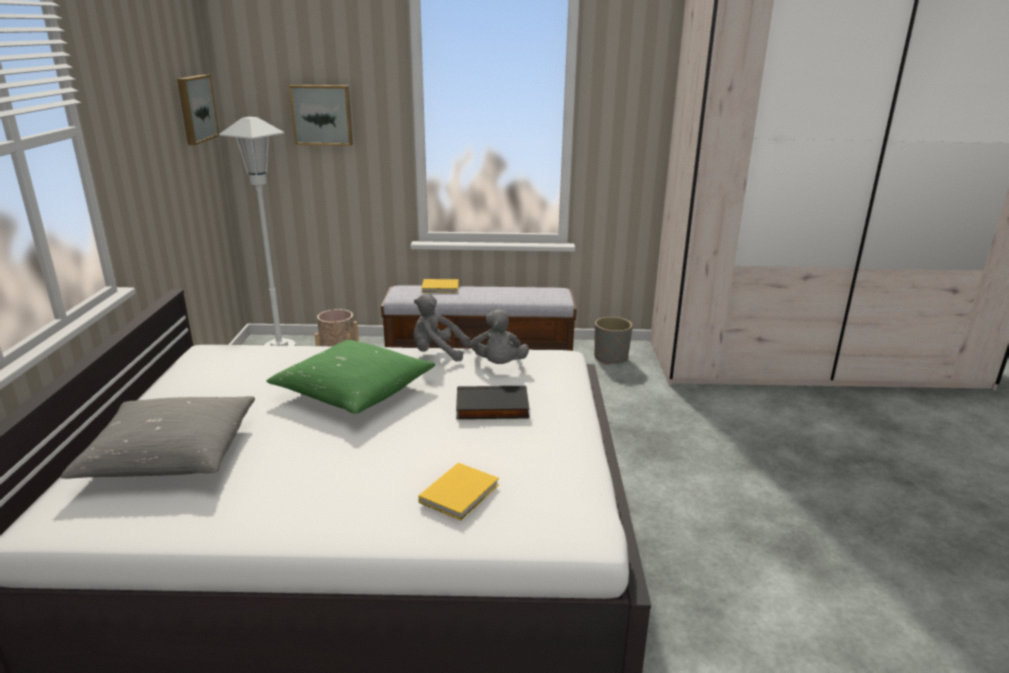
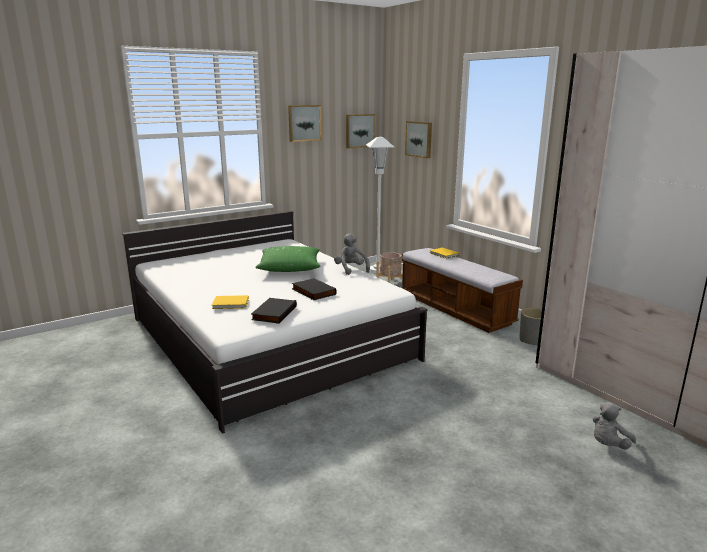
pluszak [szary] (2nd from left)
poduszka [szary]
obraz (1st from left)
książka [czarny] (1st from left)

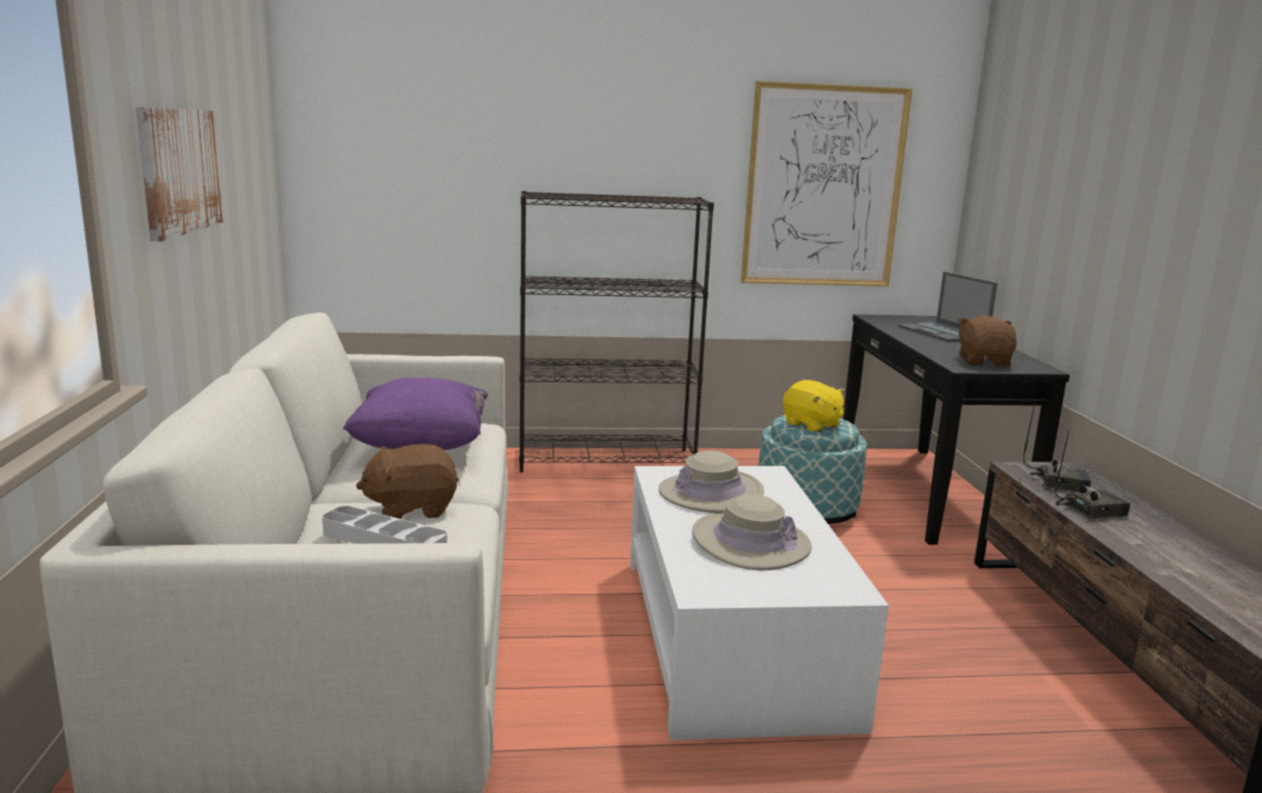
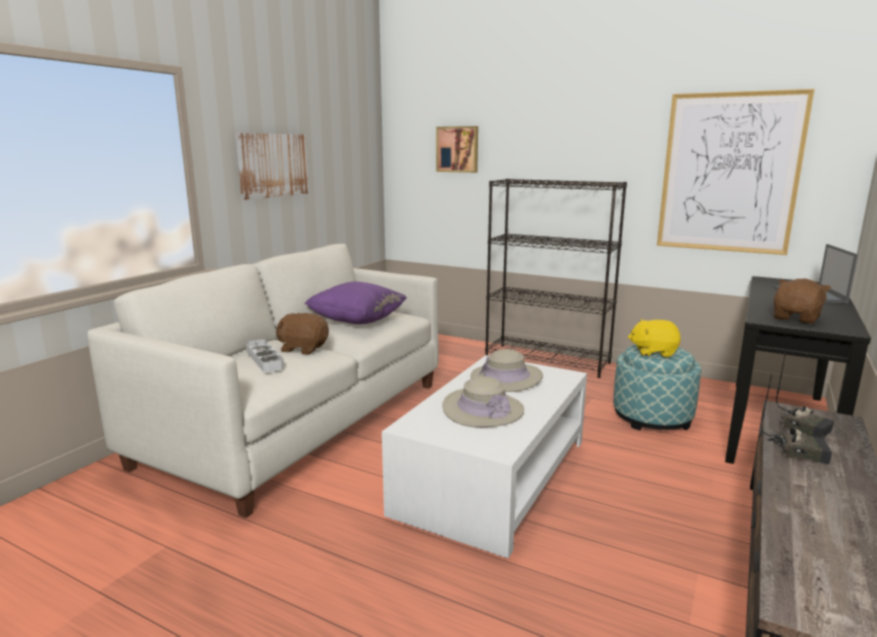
pluszak [żółty]
obraz (2nd from left)

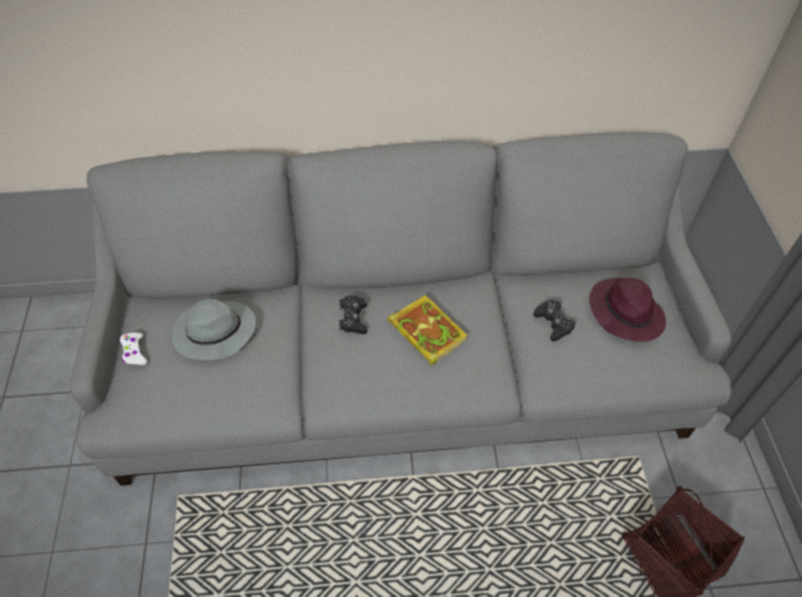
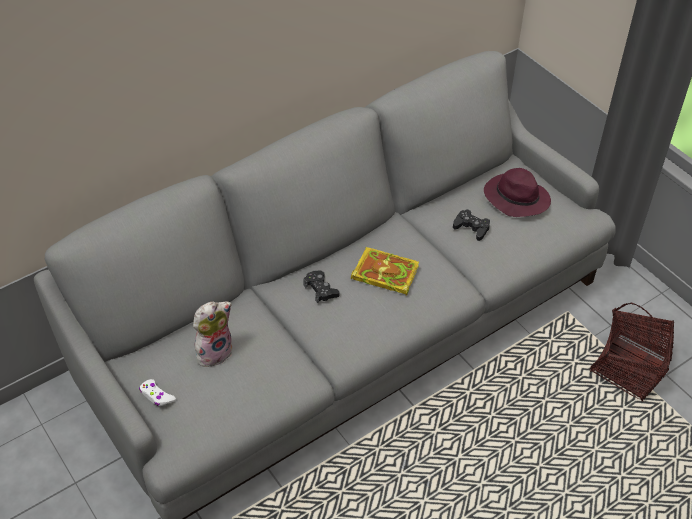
pluszak

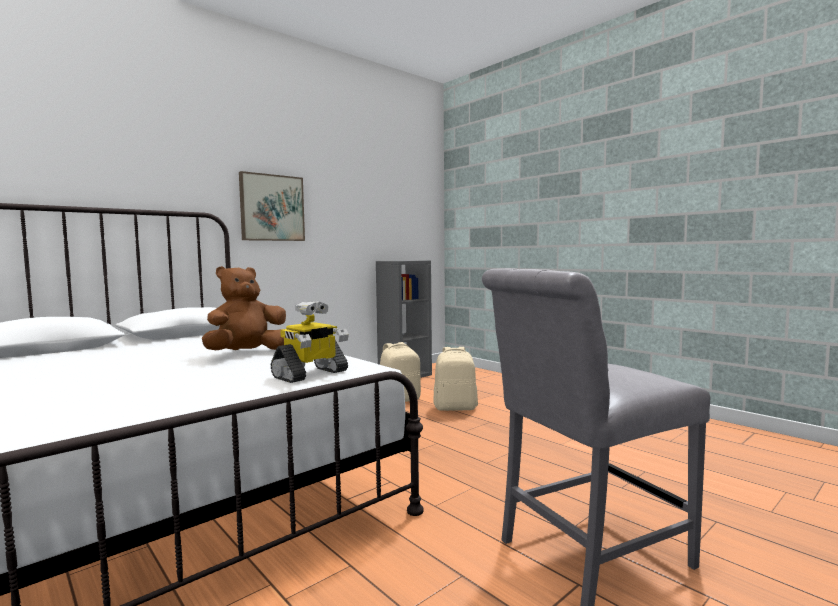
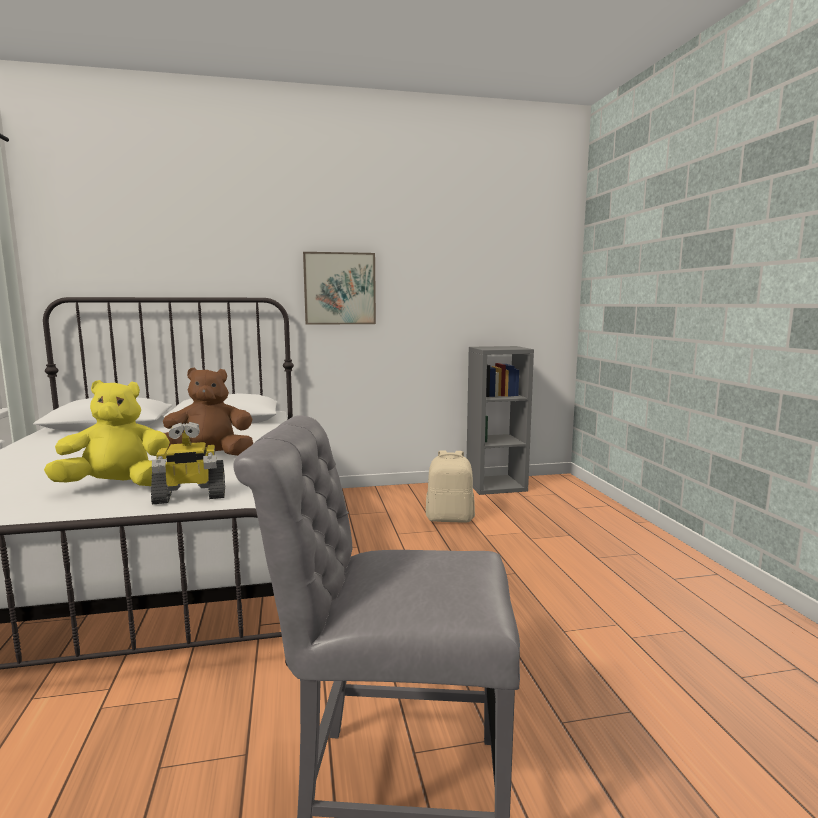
plecak [beżowy] (2nd from left in the first image)
pluszak [żółty]

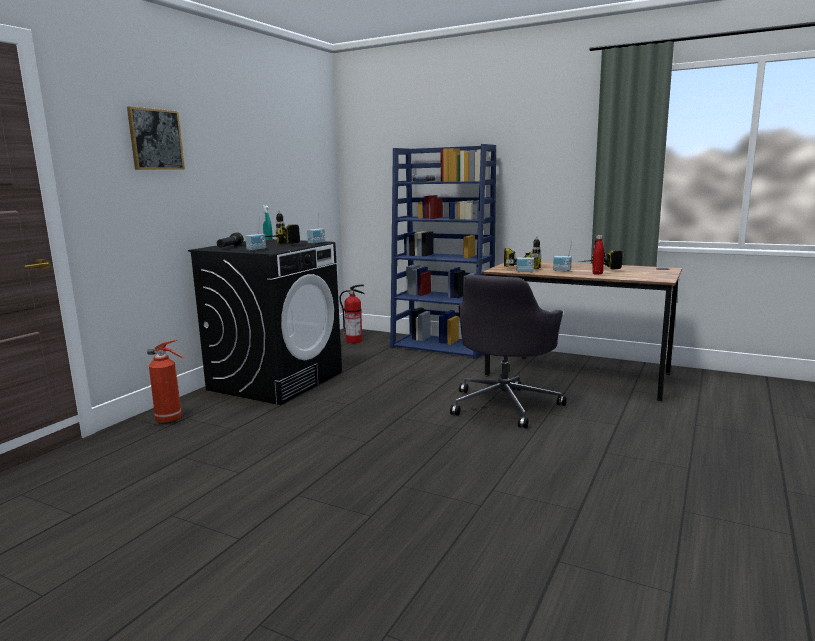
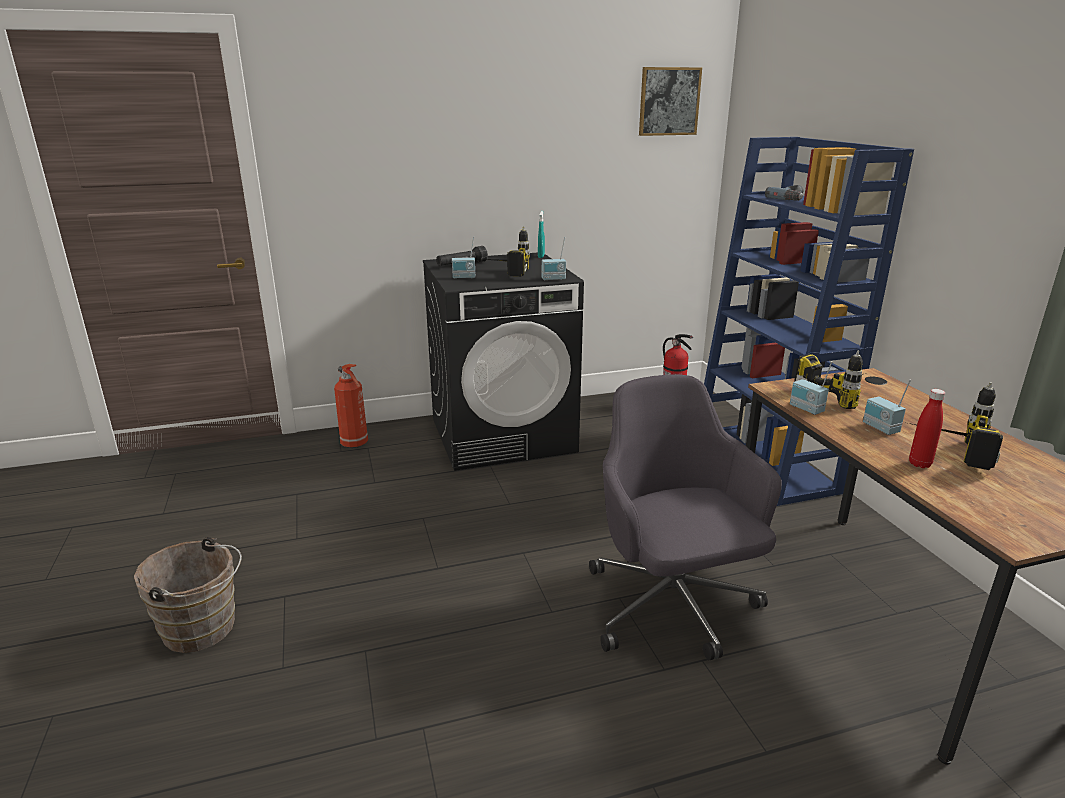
obraz
krzesło biurowe [szary]
wiadro [brązowy]

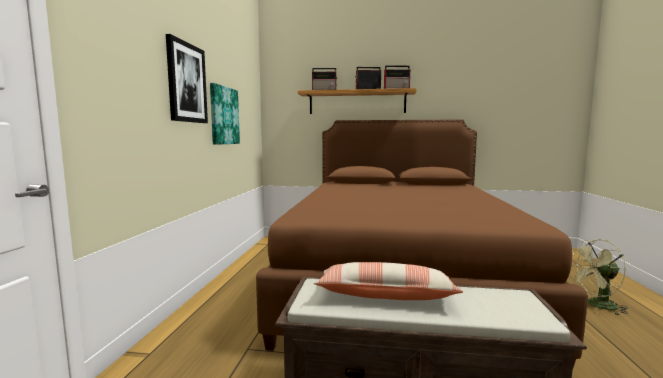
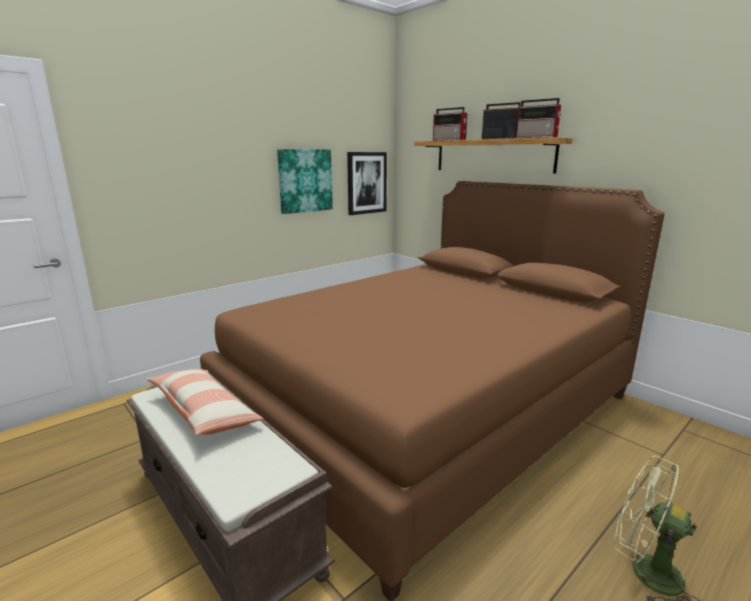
obraz (2nd from left)

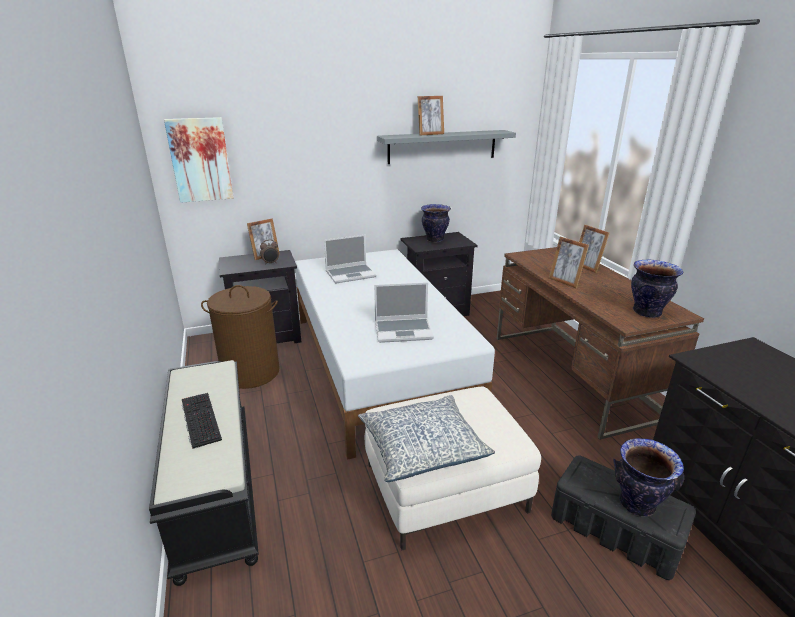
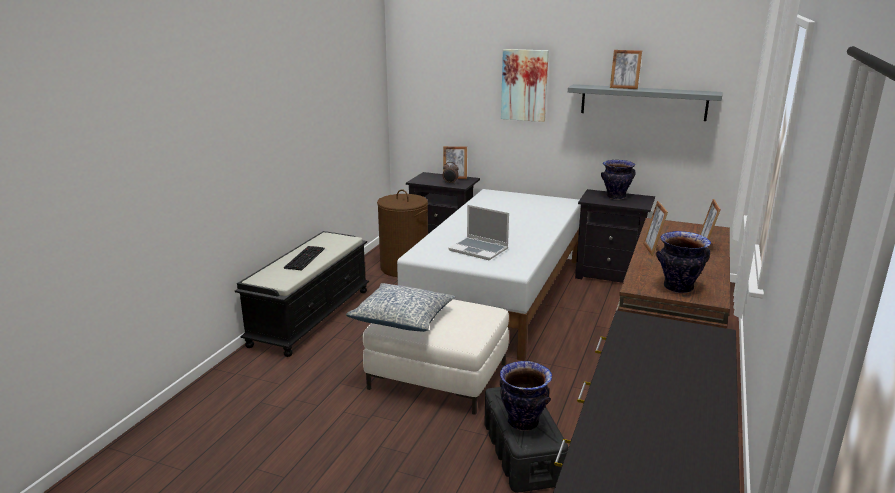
obraz
laptop (1st from left in the first image)

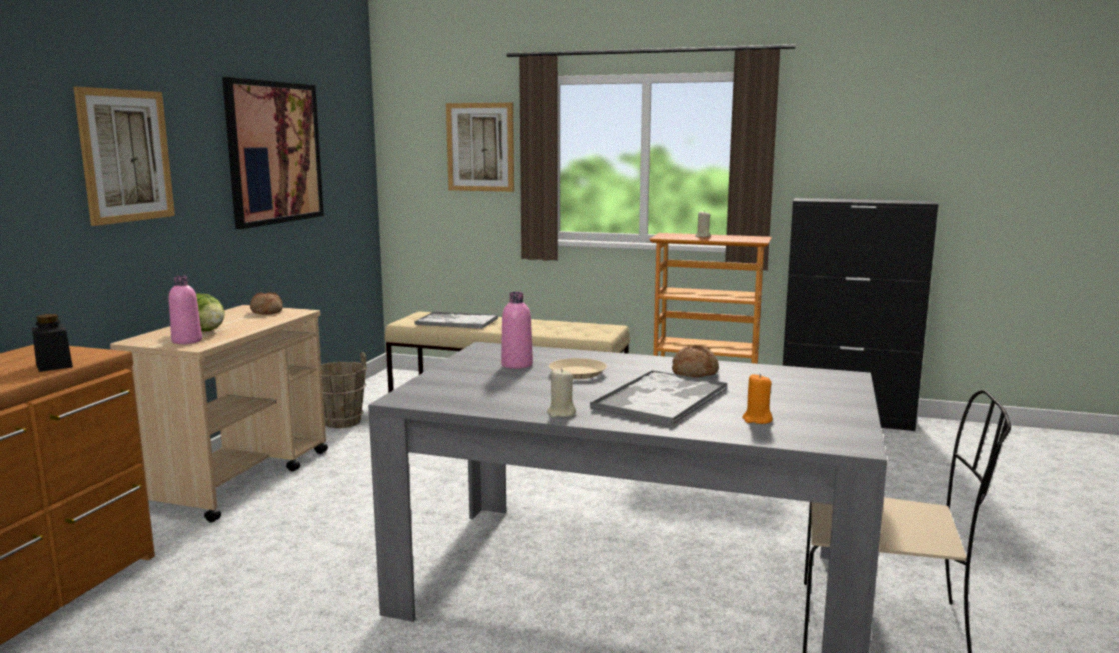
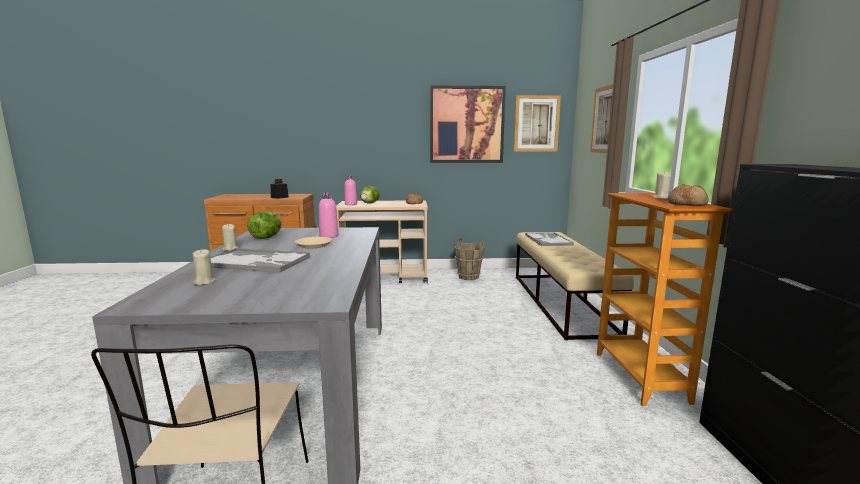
obraz (2nd from left)
chleb (2nd from left)
świeca [beżowy] (1st from left)
sałata (1st from left)

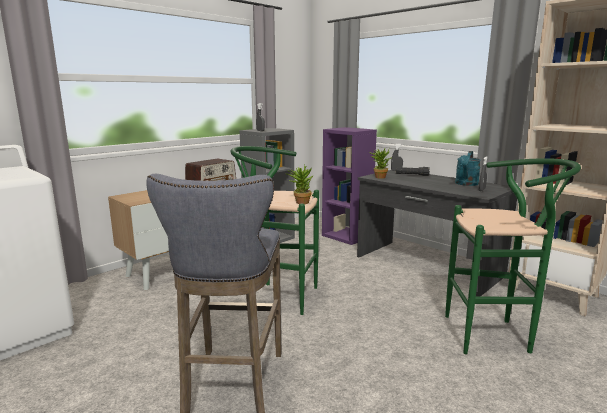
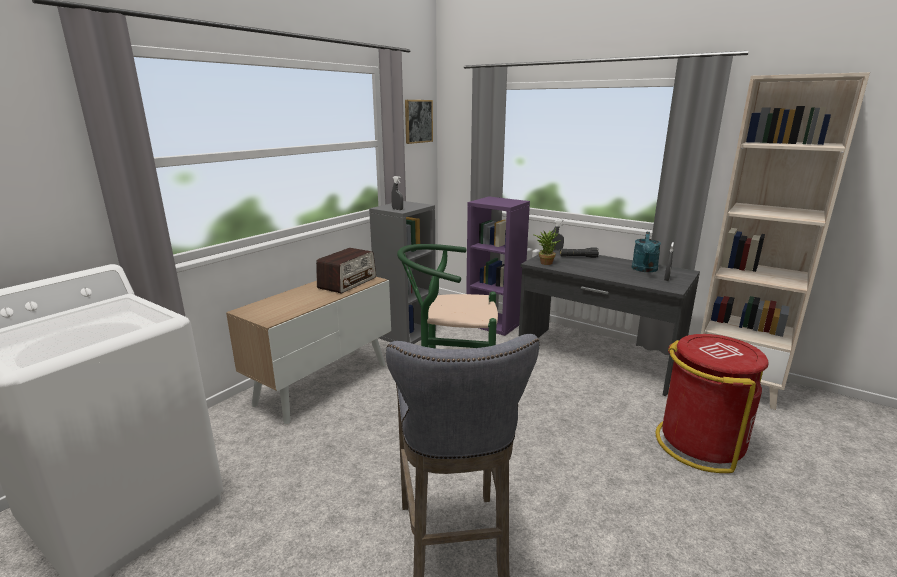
kosz na śmieci [czerwony]
roślina doniczkowa (1st from left in the first image)
obraz

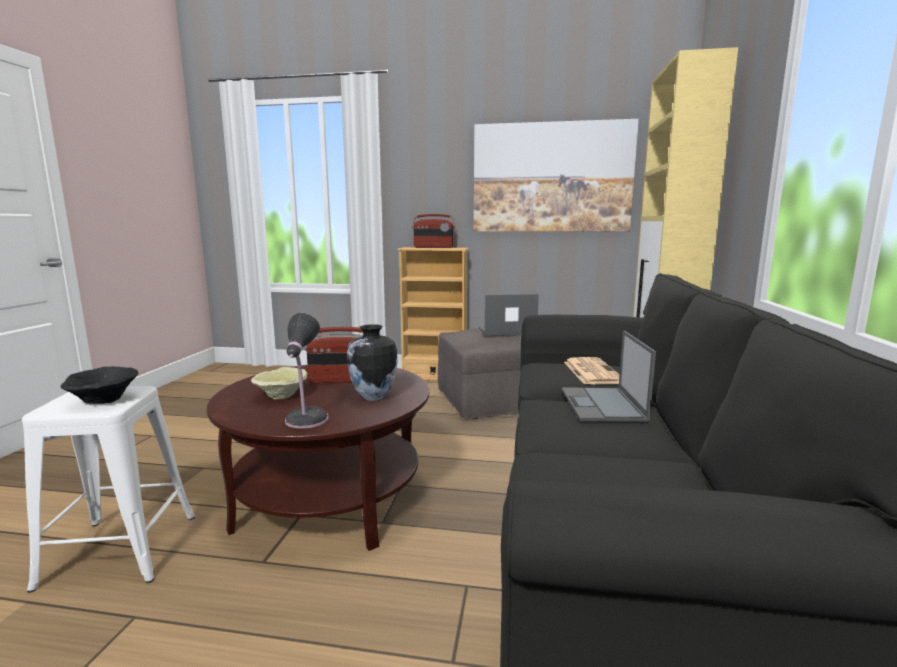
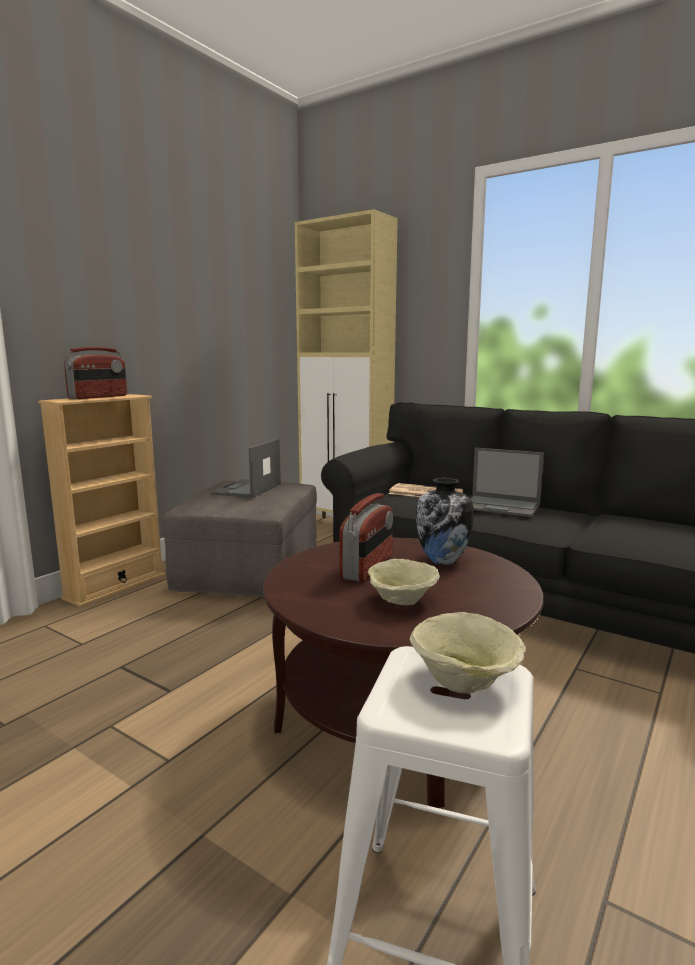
obraz
lampa stołowa
miska [beżowy] (2nd from left)

